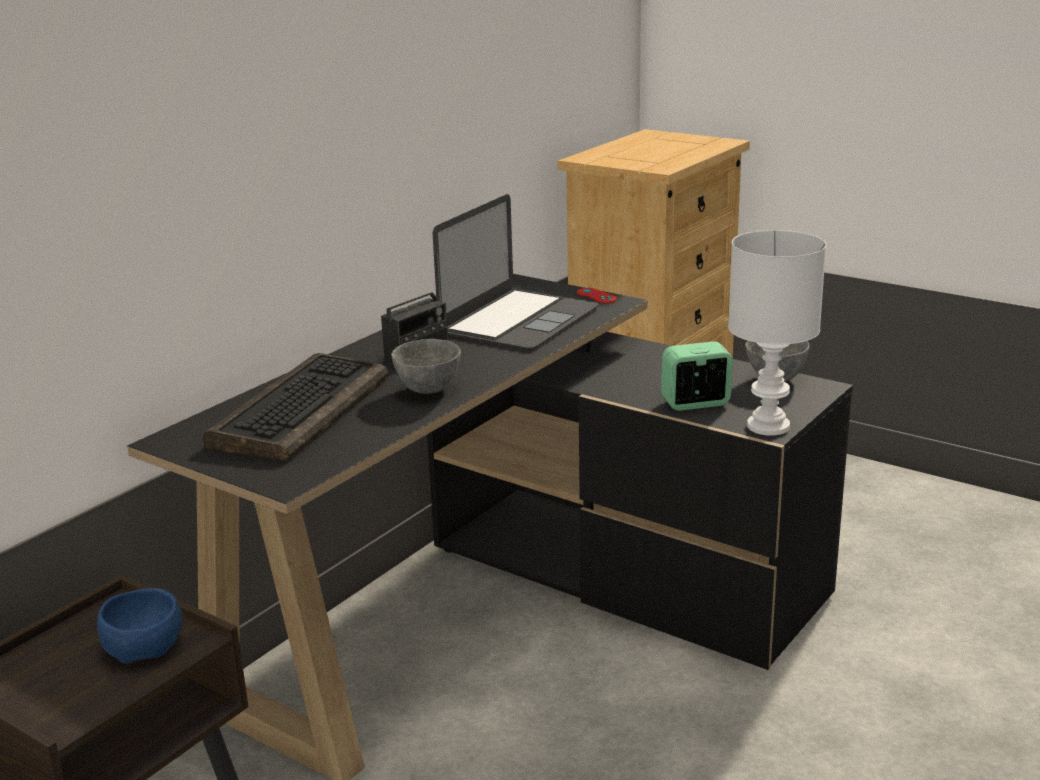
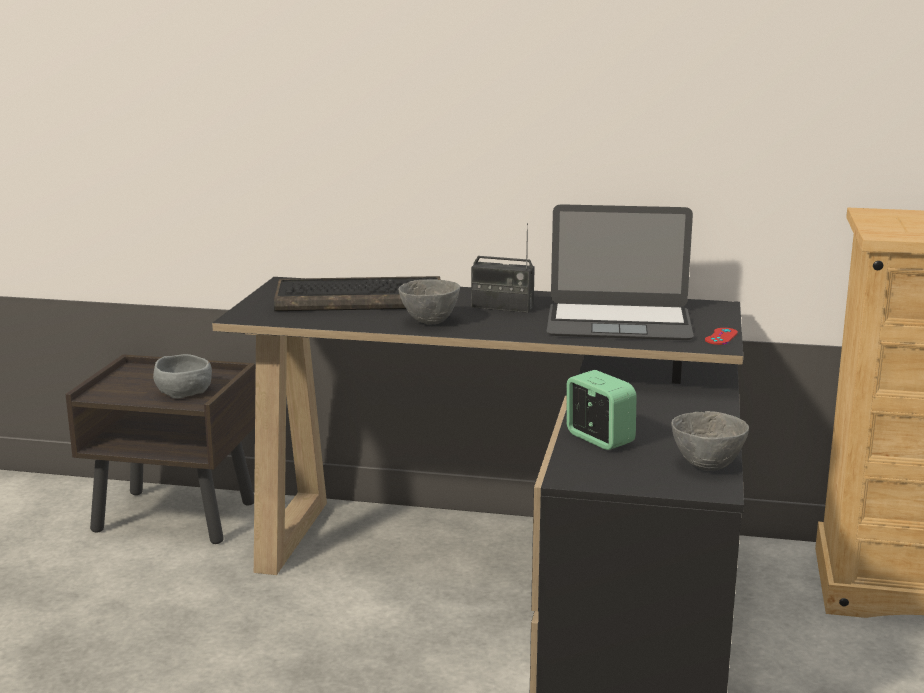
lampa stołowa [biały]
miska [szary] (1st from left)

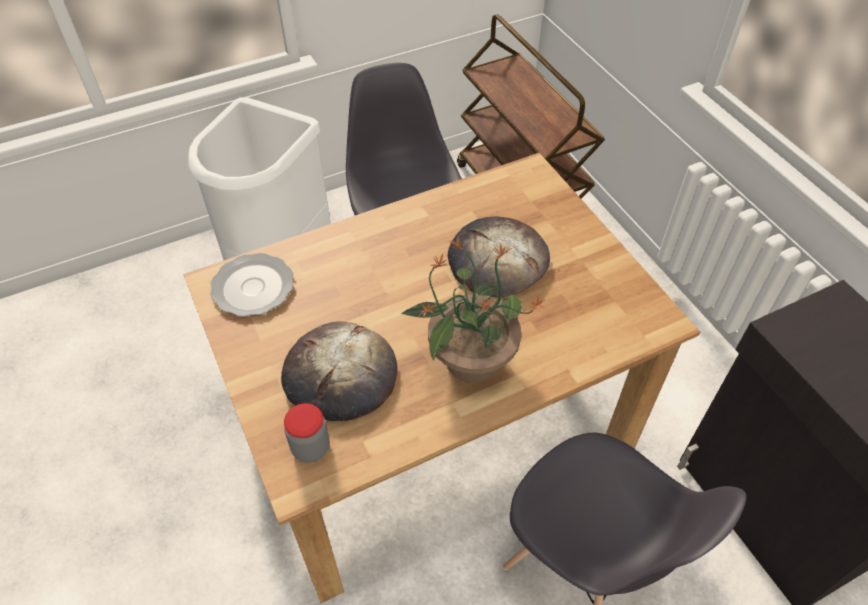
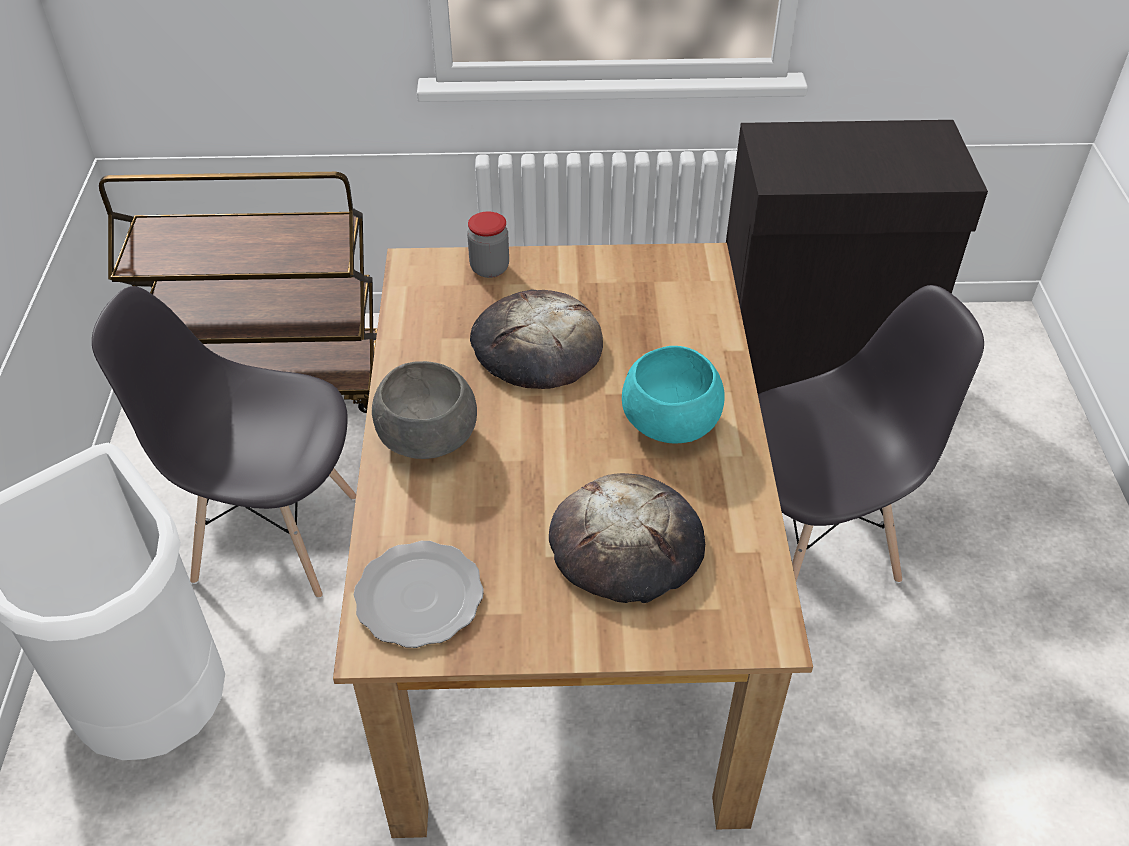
miska [turkusowy]
słoik
miska [szary]

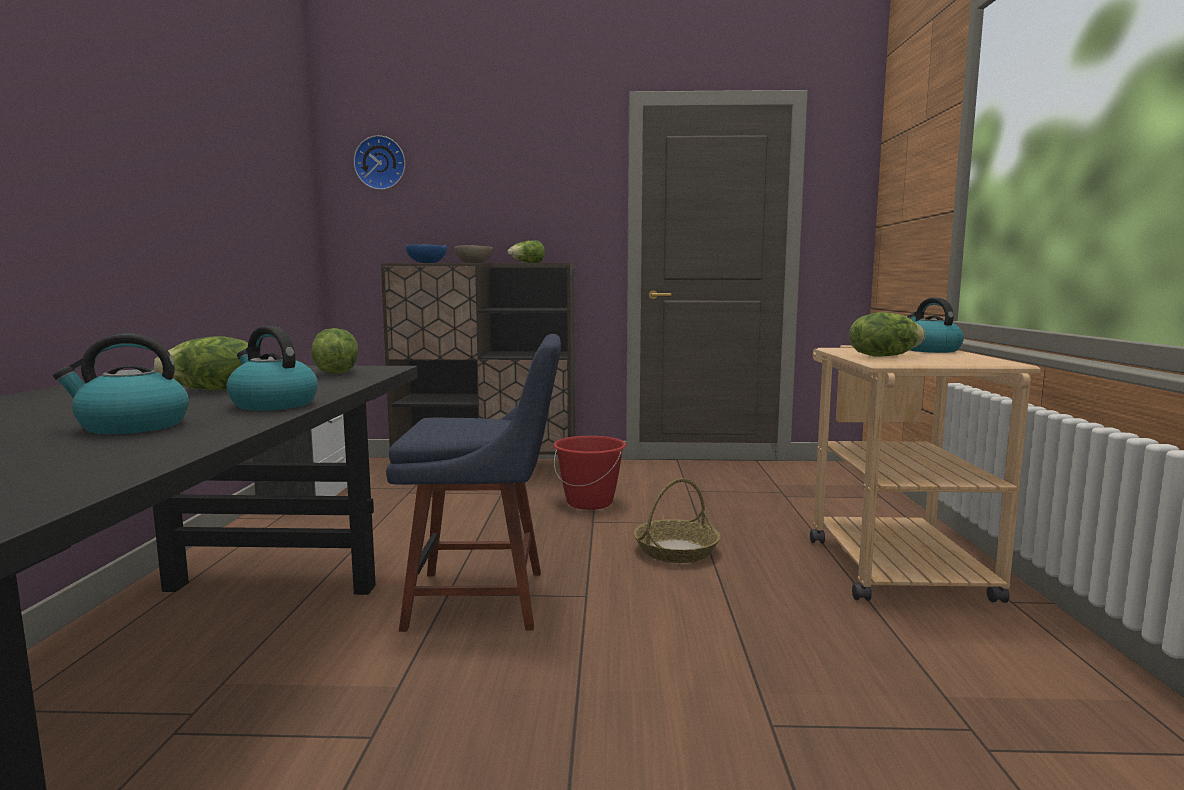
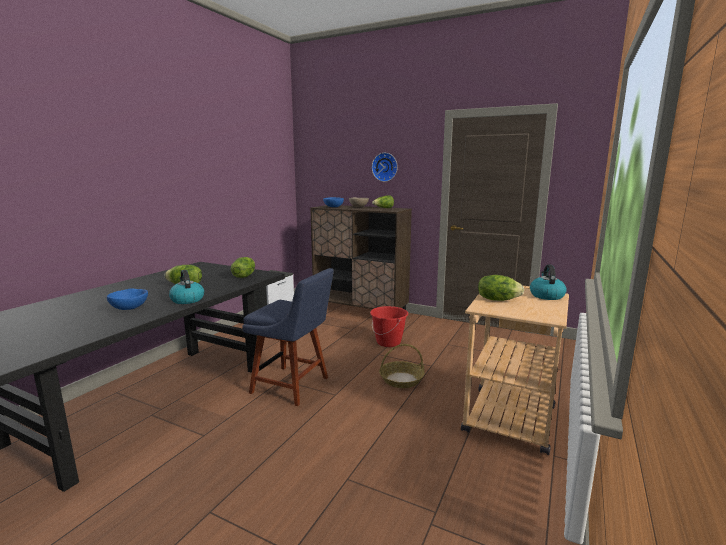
zegar ścienny
miska [niebieski] (1st from left)

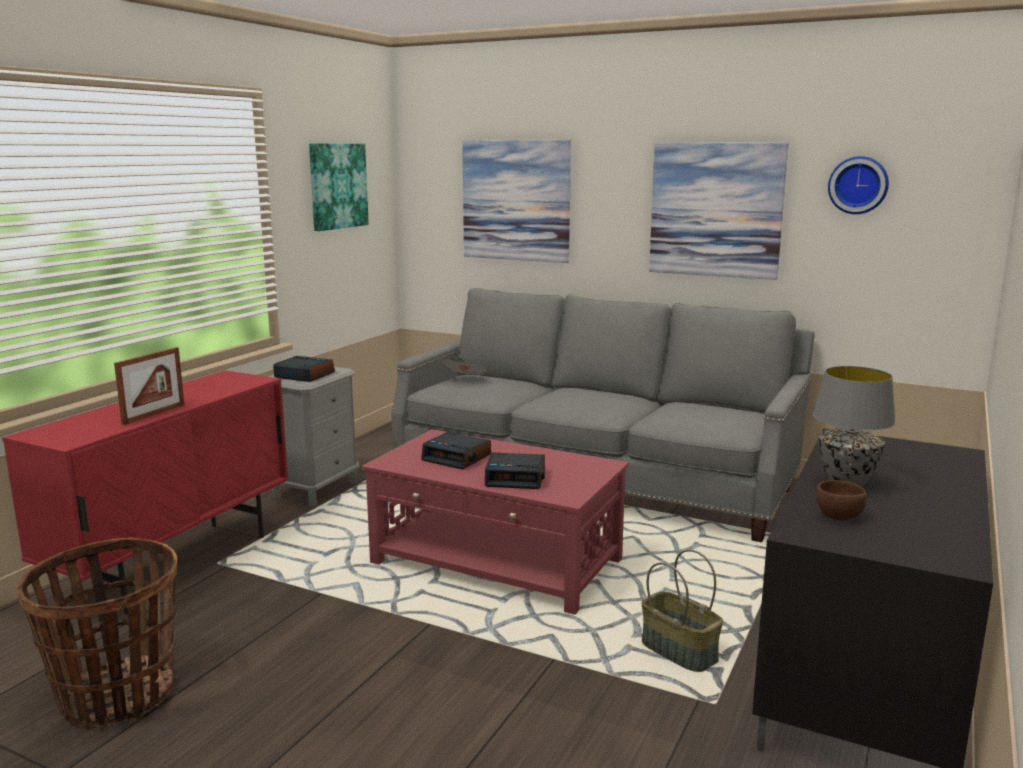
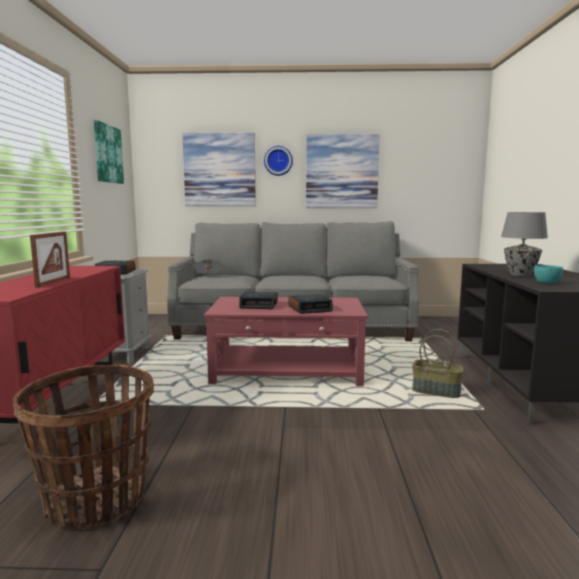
zegar ścienny
miska [turkusowy]

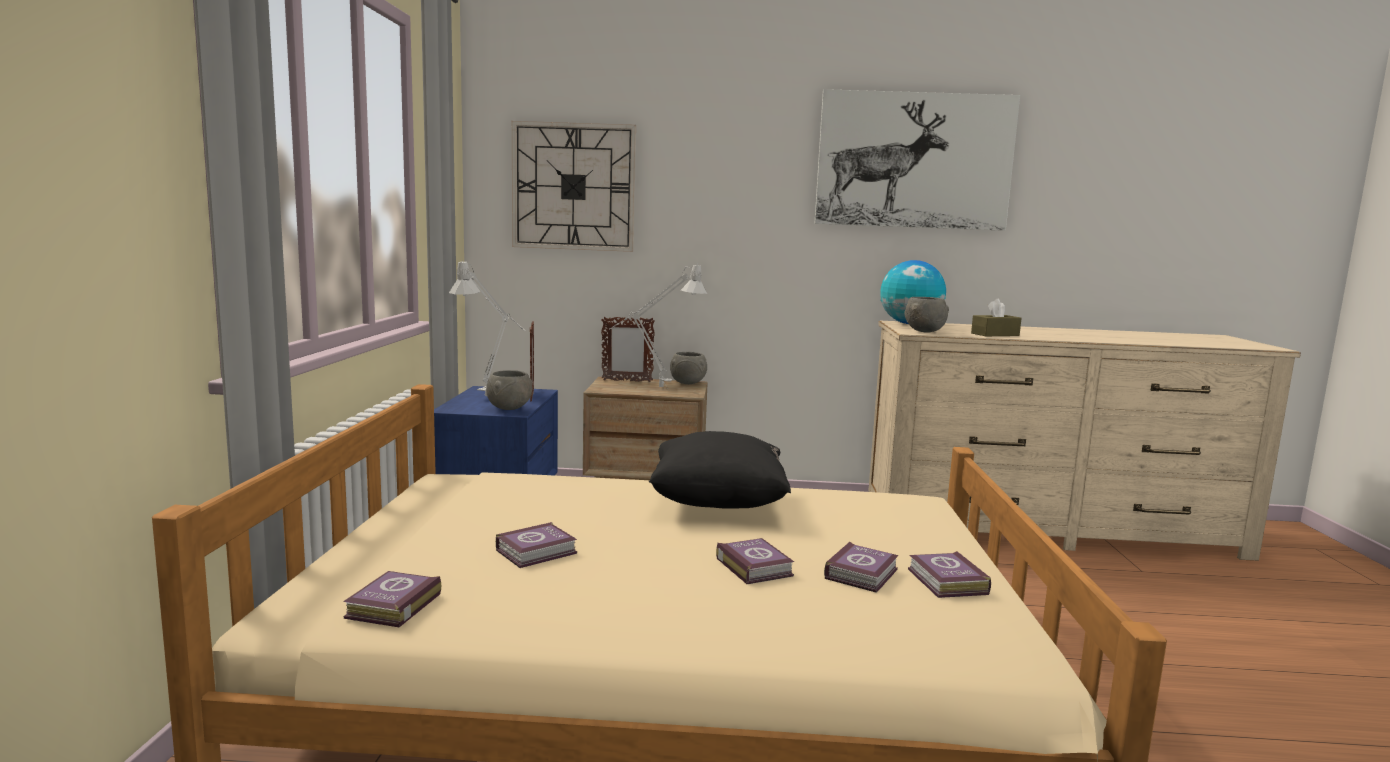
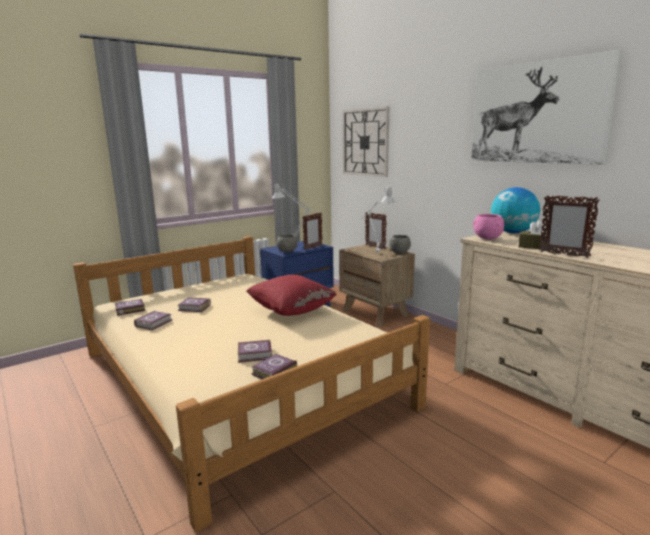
miska [różowy]
poduszka [czerwony]
książka (2nd from left)
ramka na zdjęcie (3rd from left)

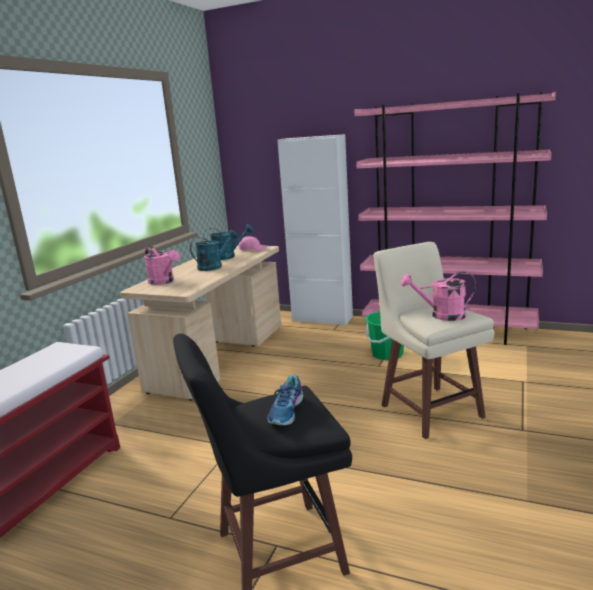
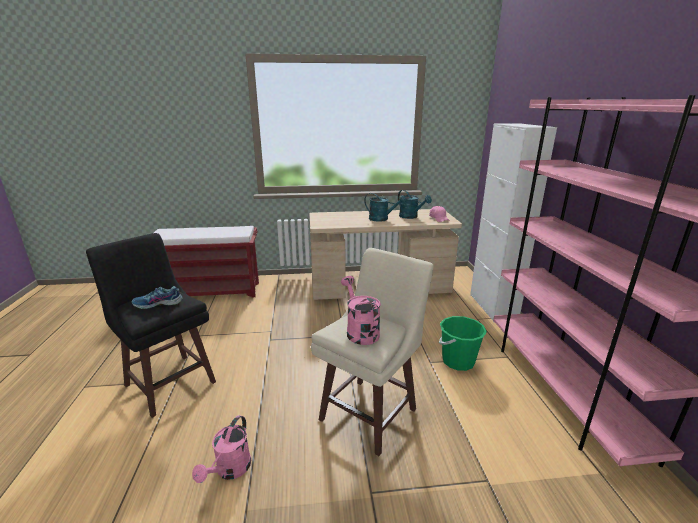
konewka [różowy] (1st from left)

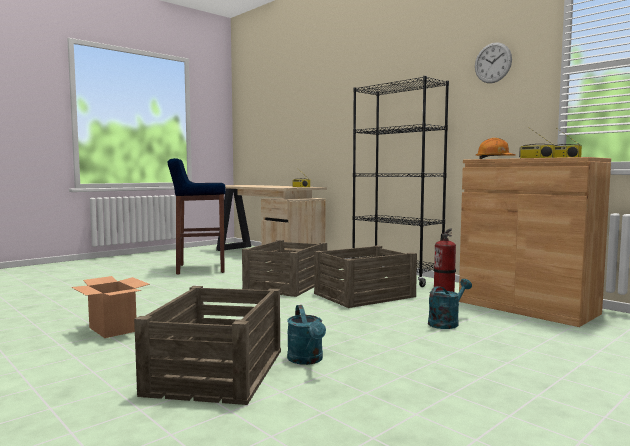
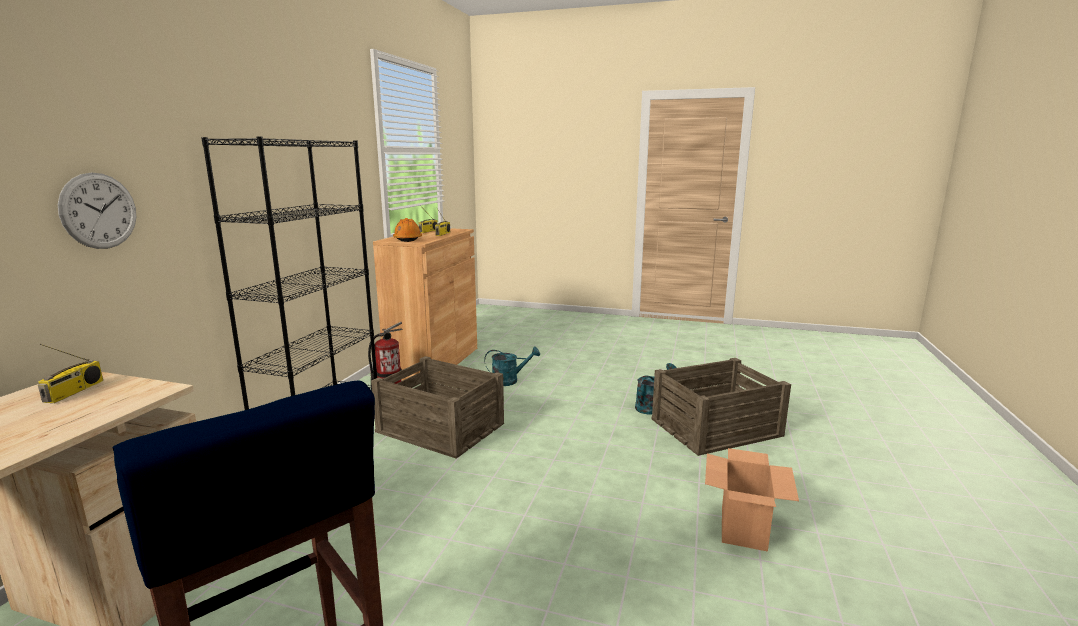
zegar ścienny
skrzynka (2nd from left in the first image)
konewka [turkusowy] (1st from left)

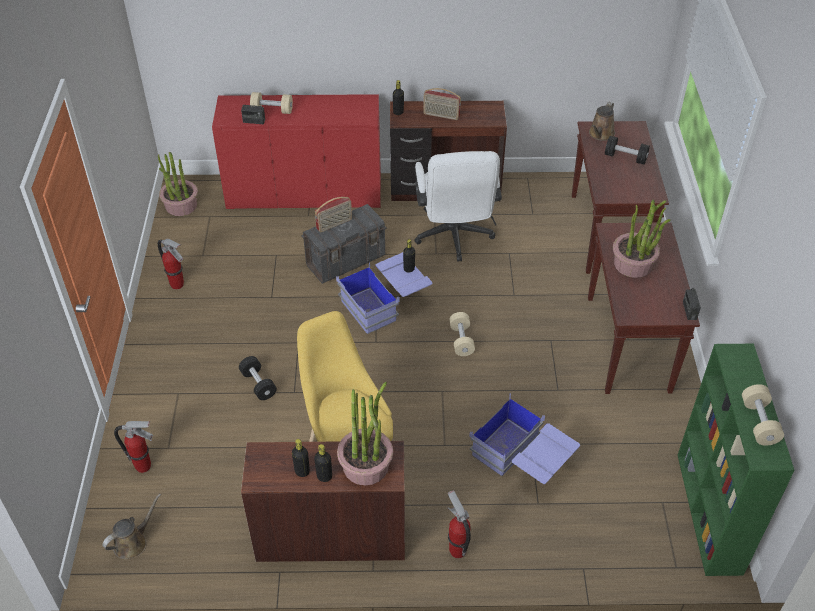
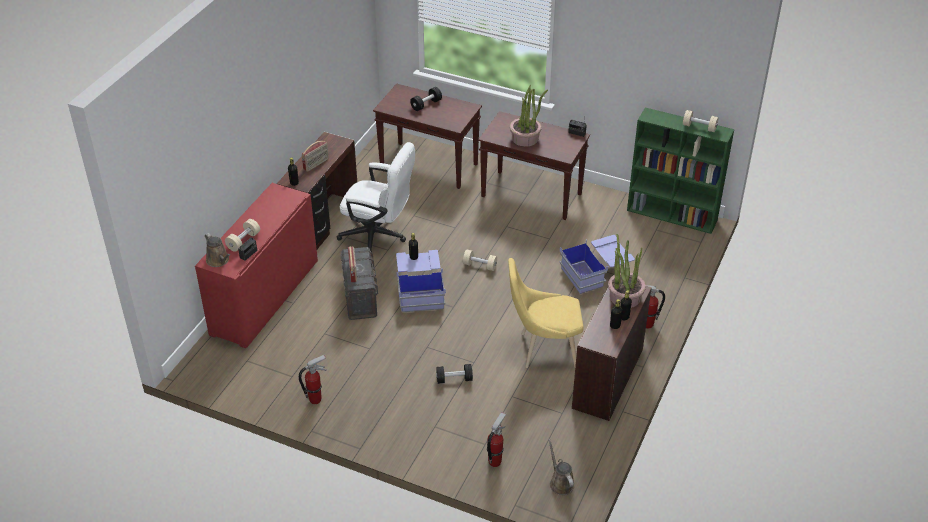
konewka [brązowy] (1st from left)
roślina doniczkowa (1st from left in the first image)

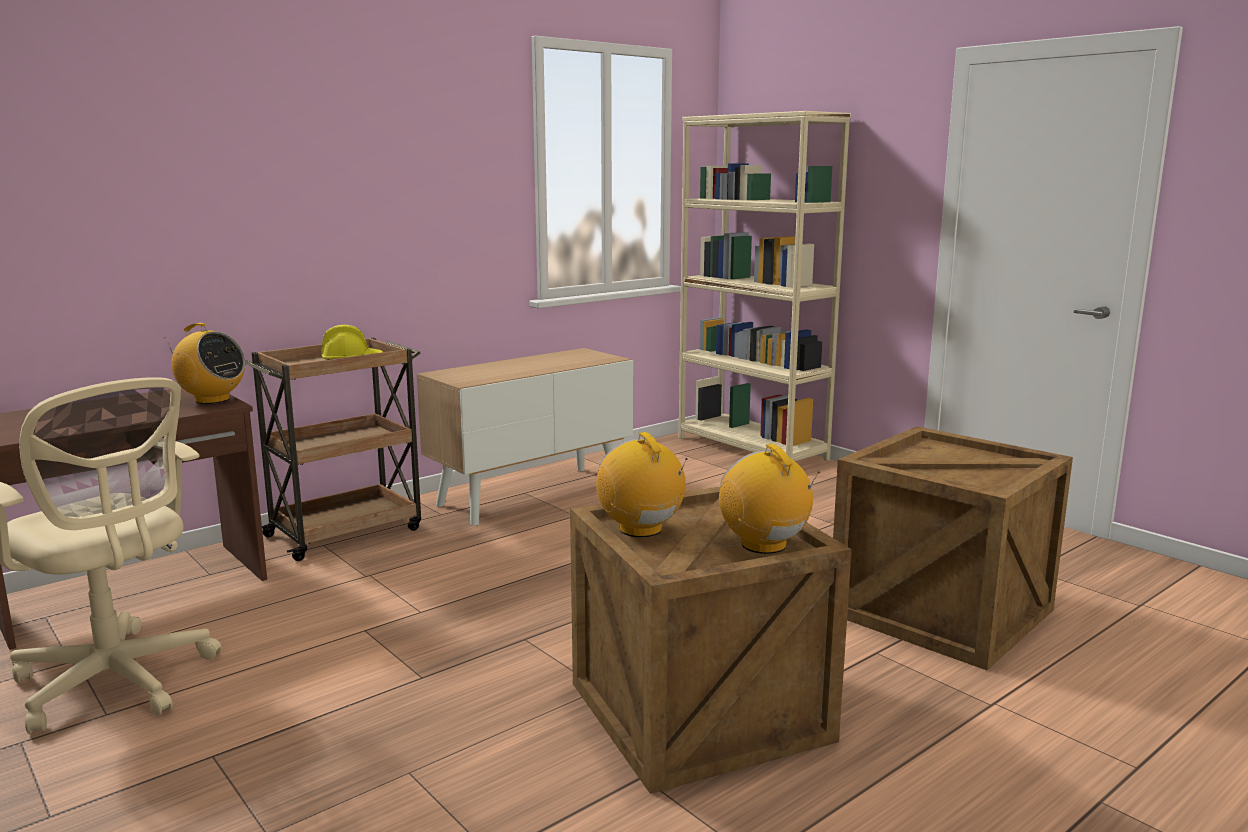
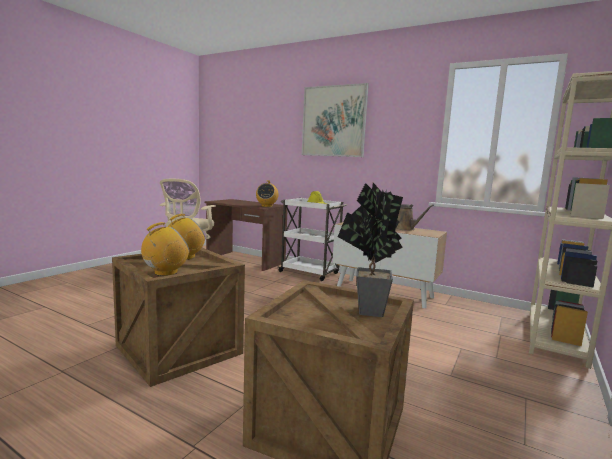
wózek [biały]
obraz
roślina doniczkowa
konewka [brązowy]

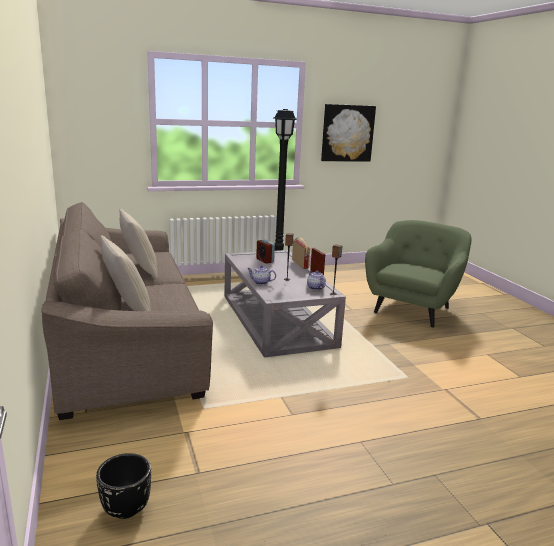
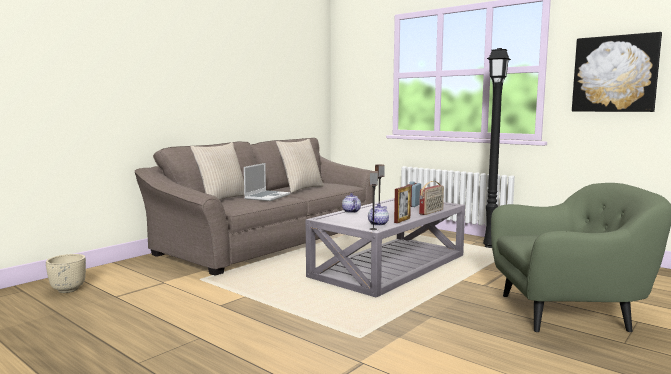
donica [beżowy]
laptop

